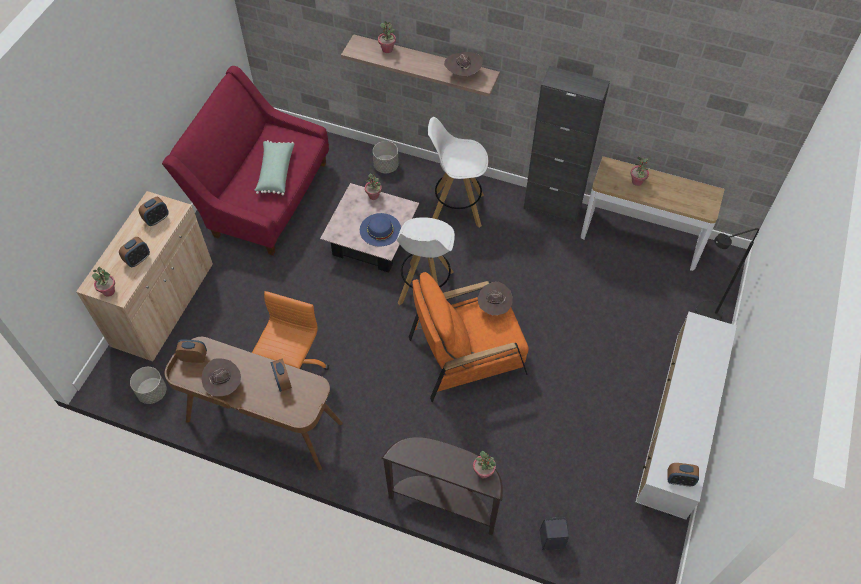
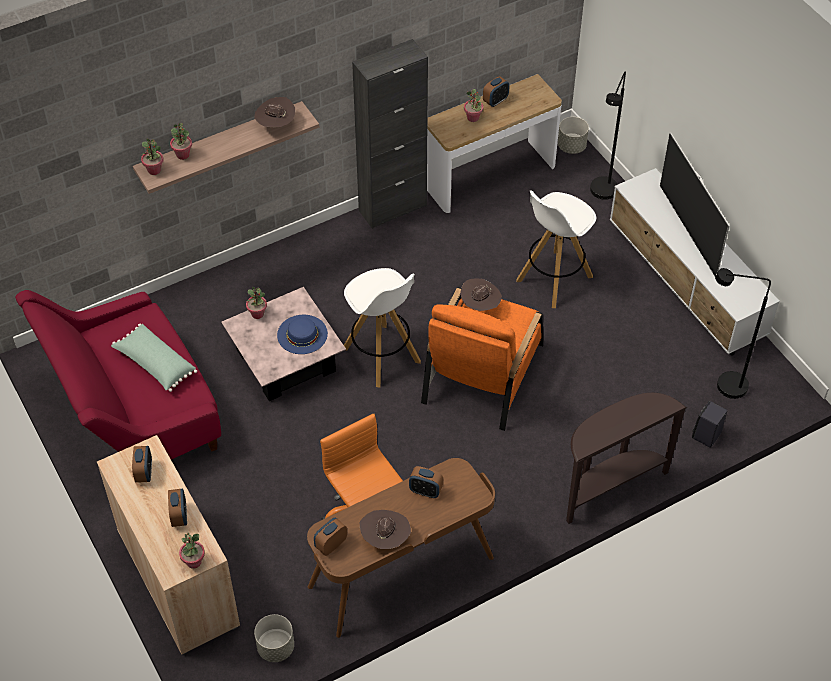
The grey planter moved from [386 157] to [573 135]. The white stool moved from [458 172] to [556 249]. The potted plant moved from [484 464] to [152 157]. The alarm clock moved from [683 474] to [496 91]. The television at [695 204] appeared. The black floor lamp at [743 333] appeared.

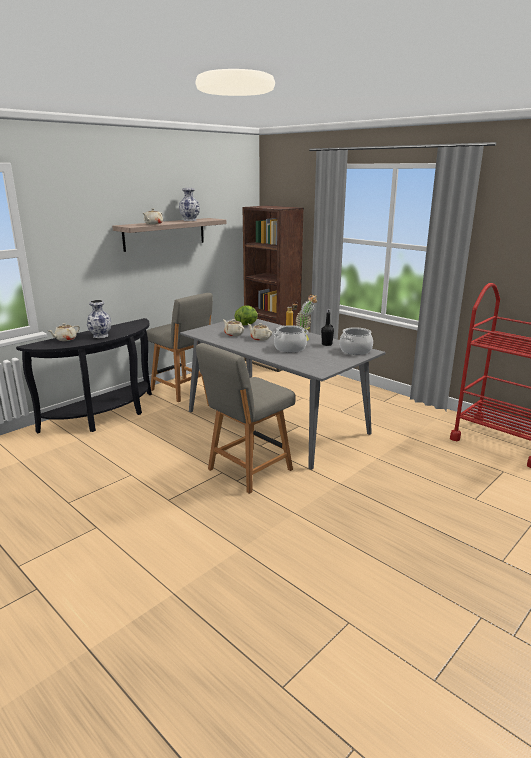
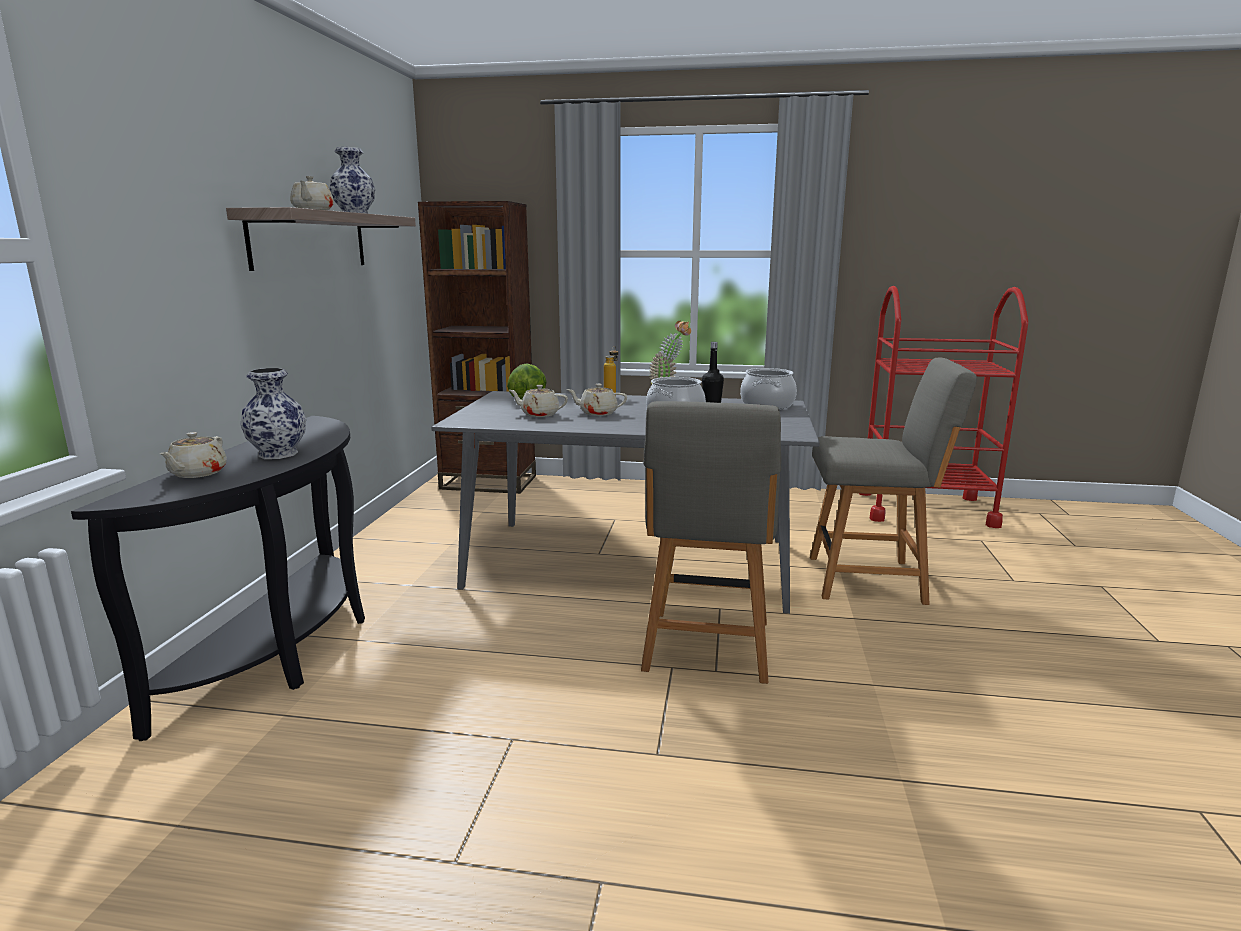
The grey chair moved from [179 347] to [893 481].

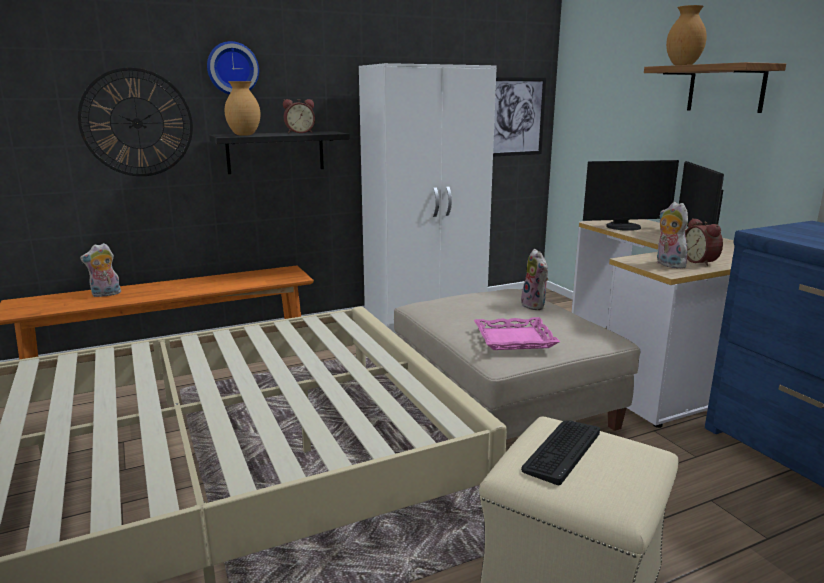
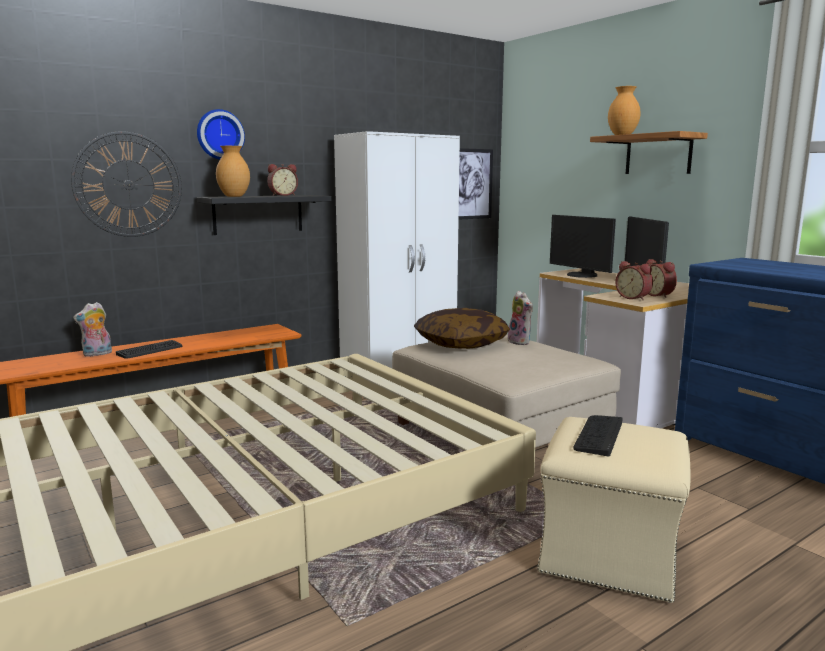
The pink tray at [517 333] disappeared. The monitor at [631 195] turned 75 degrees clockwise. The plush toy at [672 235] was replaced by the alarm clock at [634 280]. The keyboard at [149 349] appeared. The pillow at [462 328] appeared.

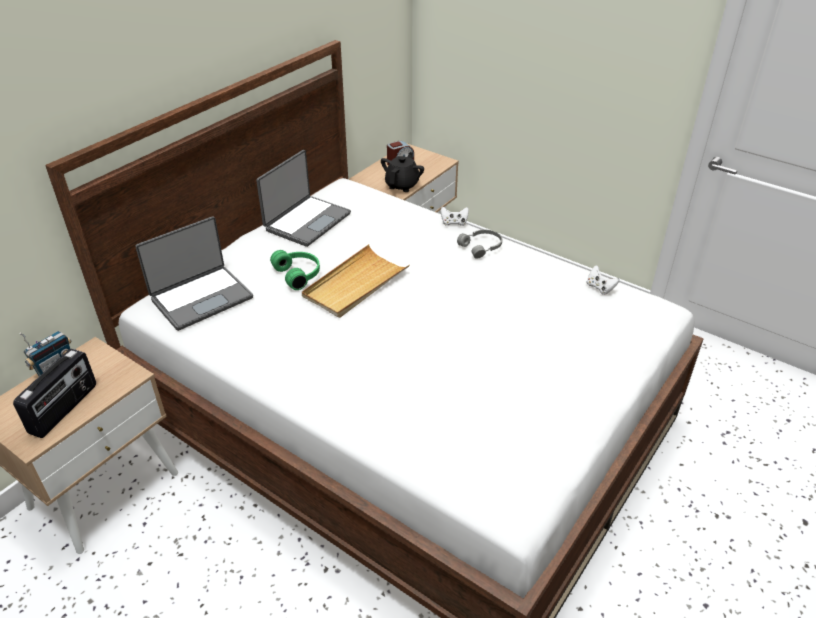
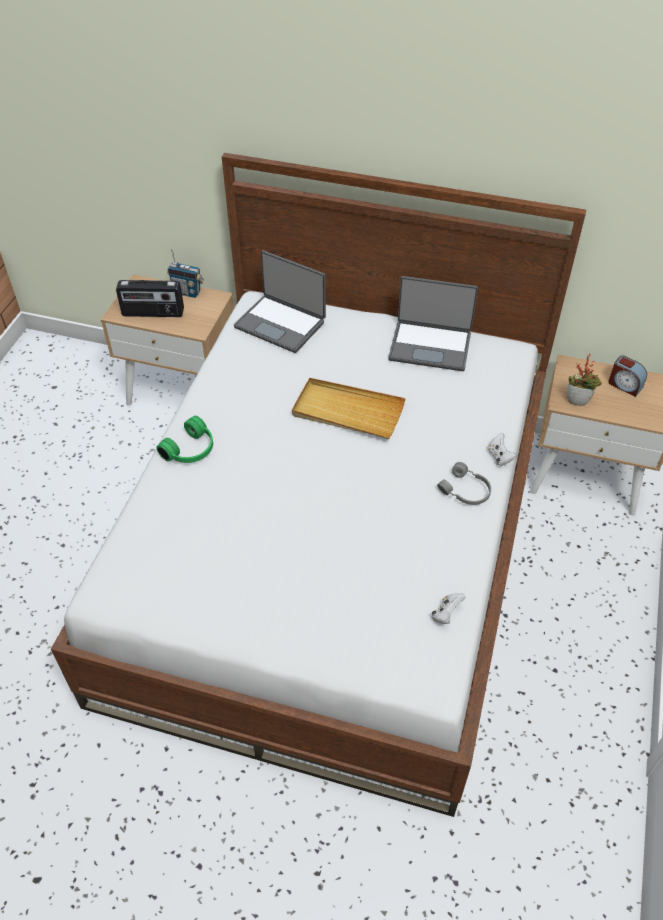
The green headphones moved from [295 270] to [184 439]. The black teapot at [402 172] was replaced by the potted plant at [584 380].

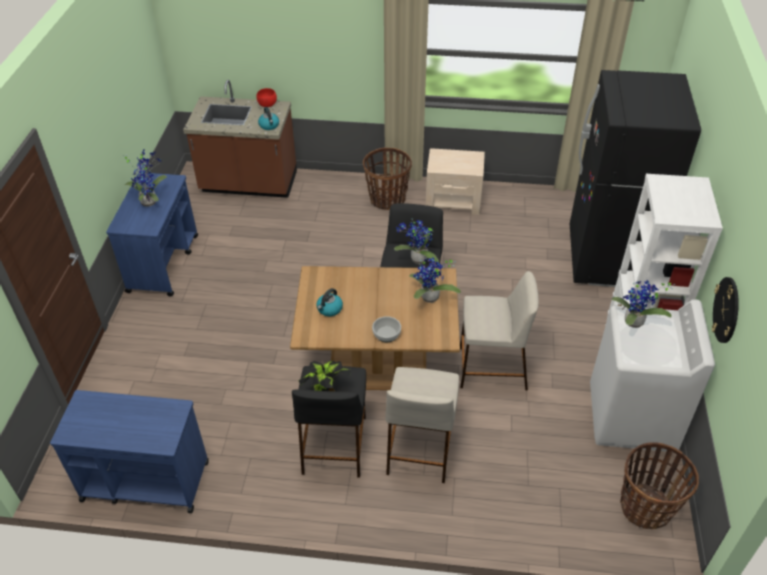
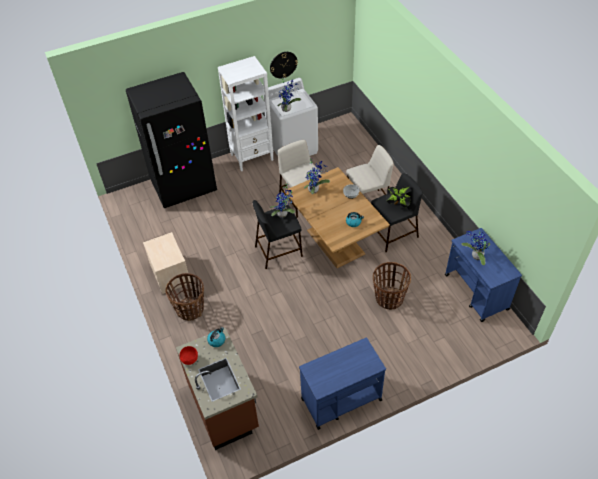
The potted plant moved from [145 178] to [475 247]. The basket moved from [659 485] to [392 286].

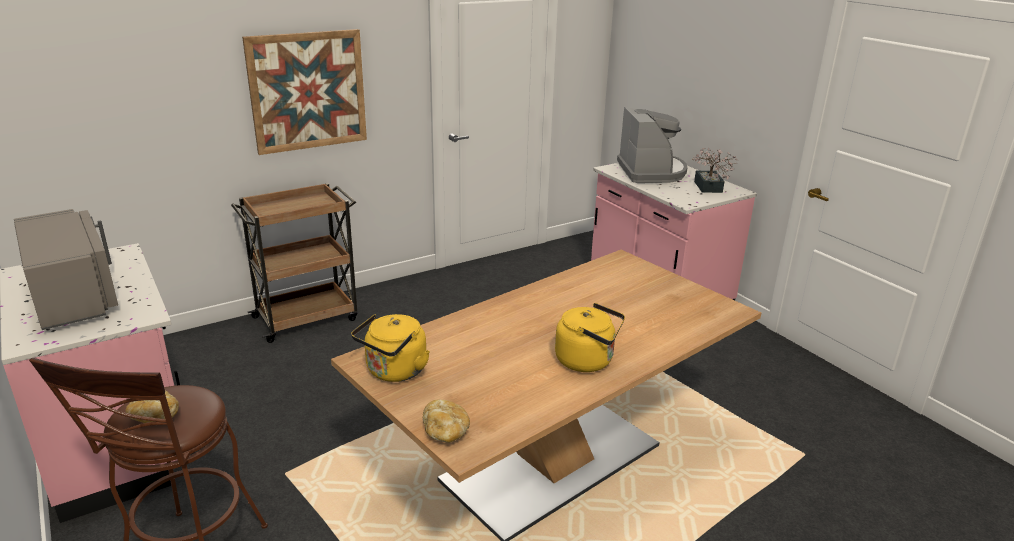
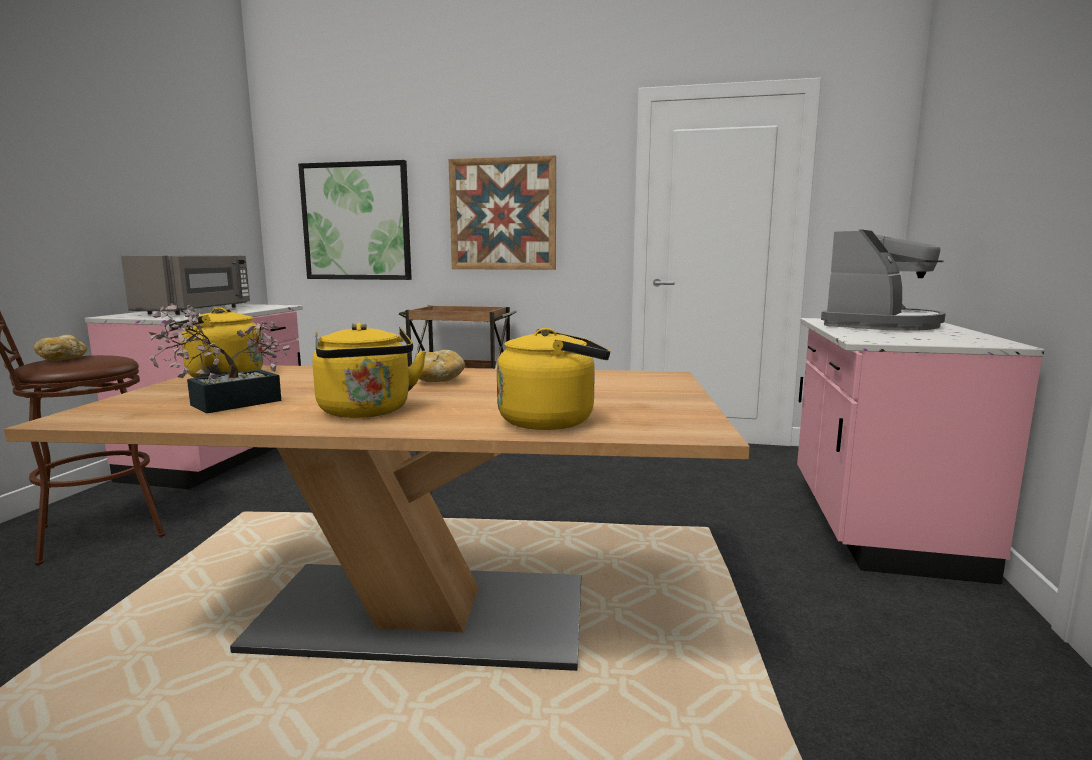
The bread moved from [446 421] to [442 366]. The potted plant moved from [715 170] to [219 358]. The picture at [355 220] appeared. The yellow kettle at [553 379] appeared.

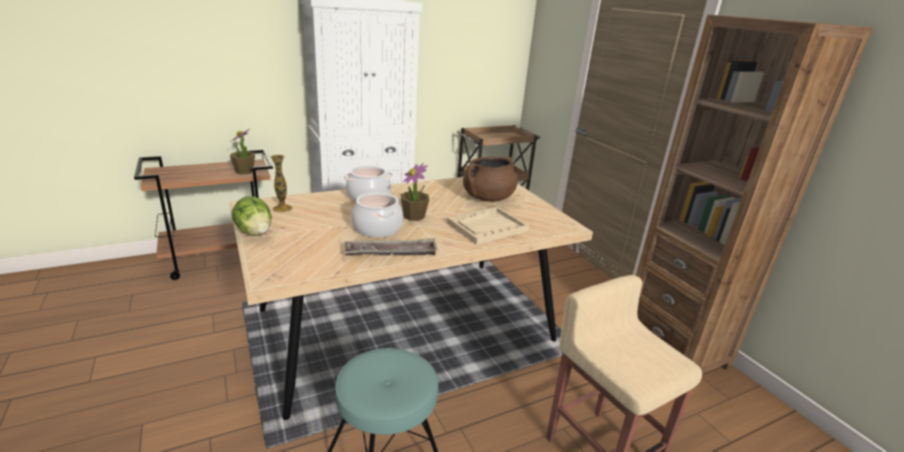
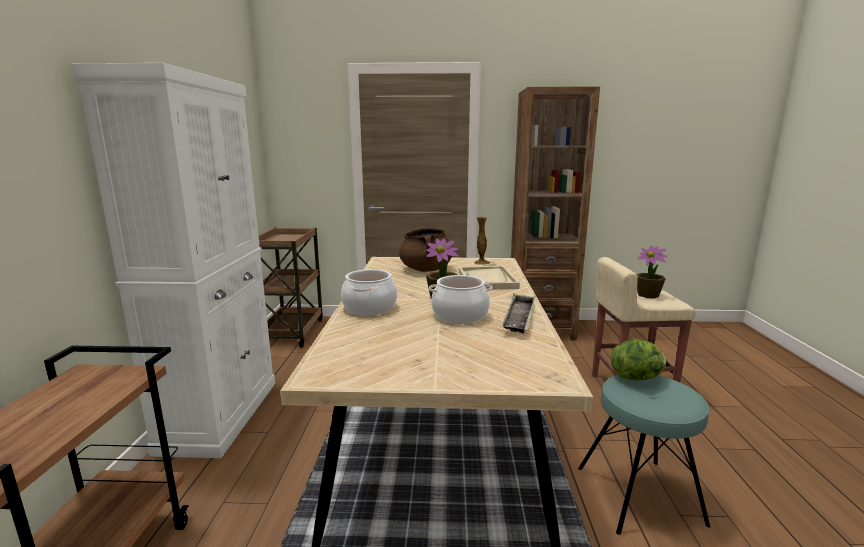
The potted plant moved from [242 151] to [652 271]. The lettuce moved from [252 216] to [638 360]. The vase moved from [281 183] to [482 241].

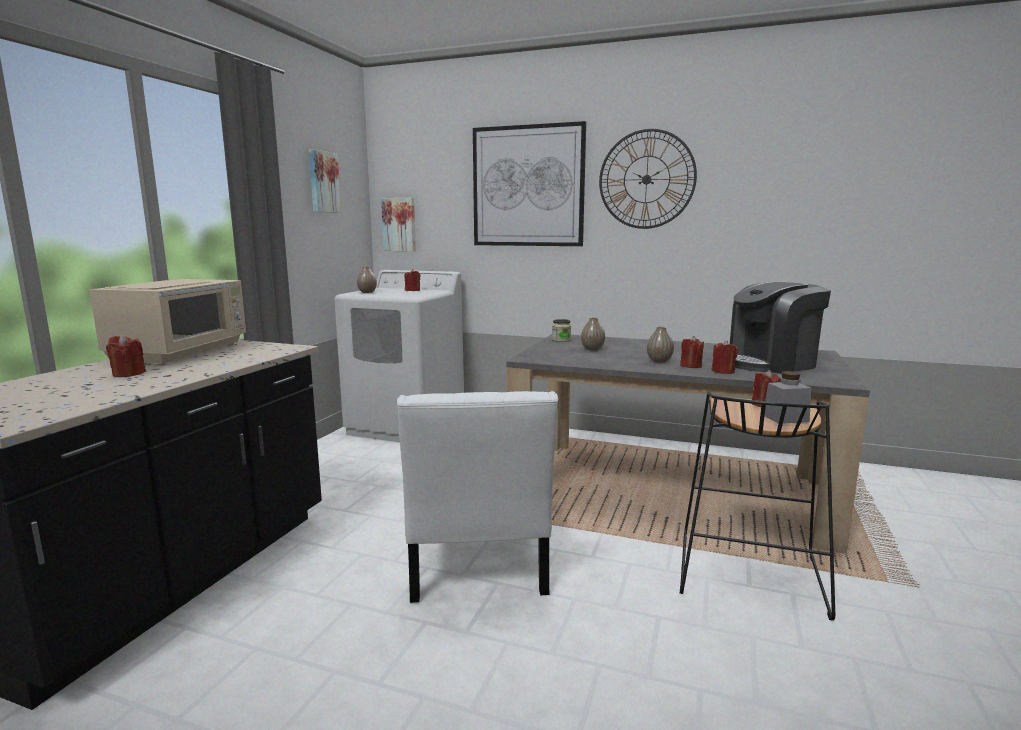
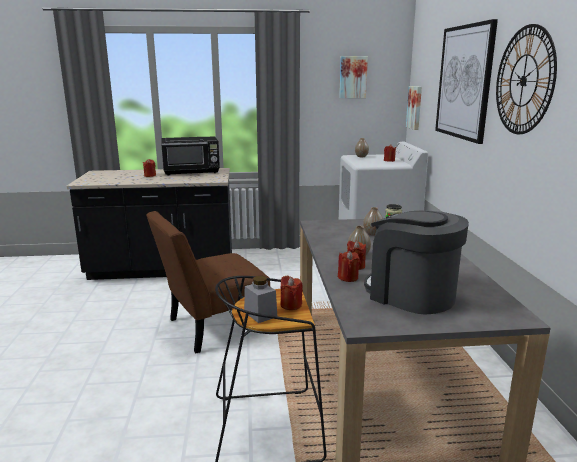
The beige microwave at [167 322] became the black microwave at [190 155]. The white chair at [477 497] became the brown chair at [208 282].

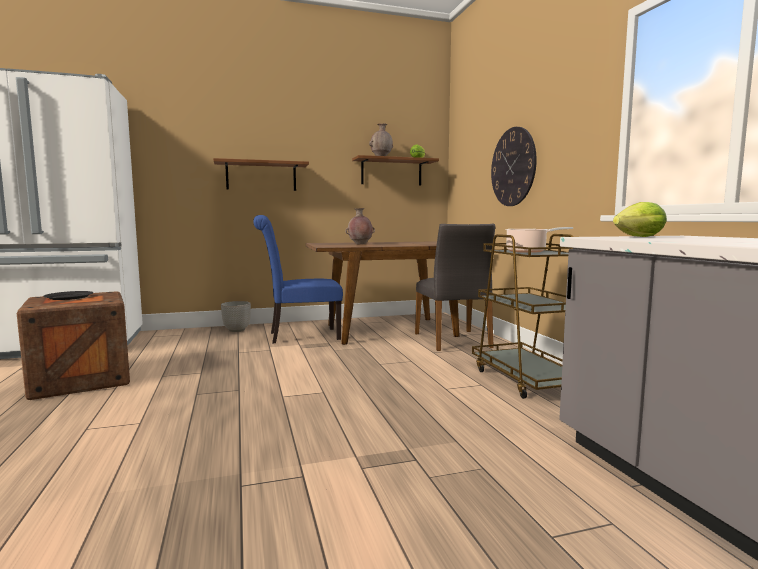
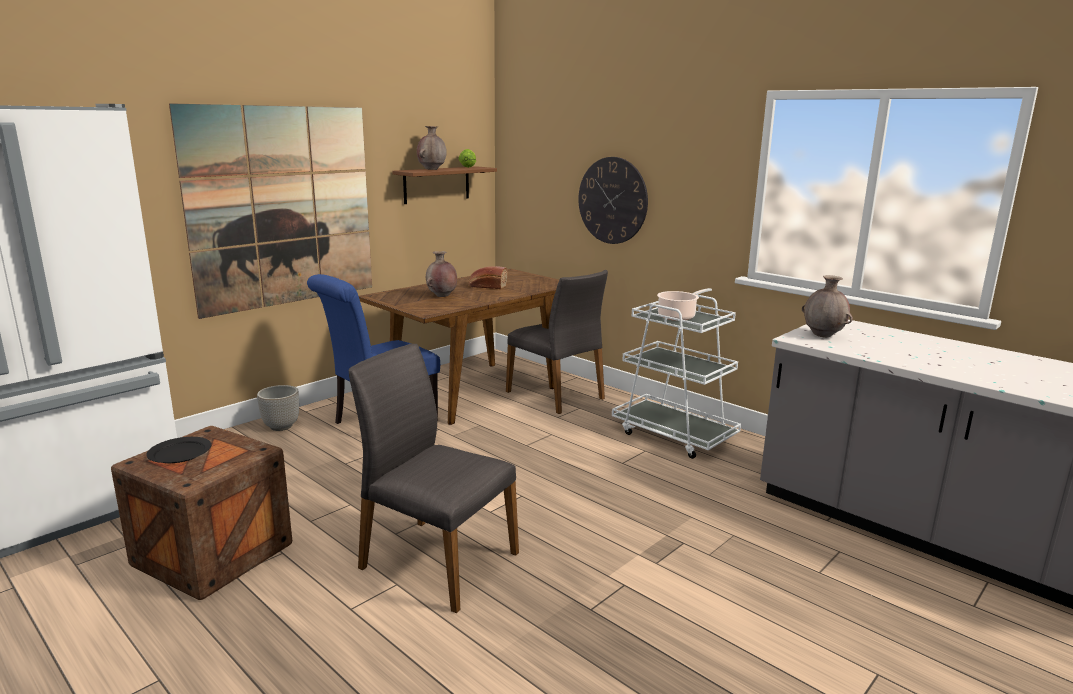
The brown shelf at [261 174] was replaced by the picture at [270 211]. The brown cart at [523 316] became the white cart at [676 377]. The lettuce at [640 219] was replaced by the brown vase at [827 306]. The grey chair at [434 478] appeared. The bread at [488 277] appeared.

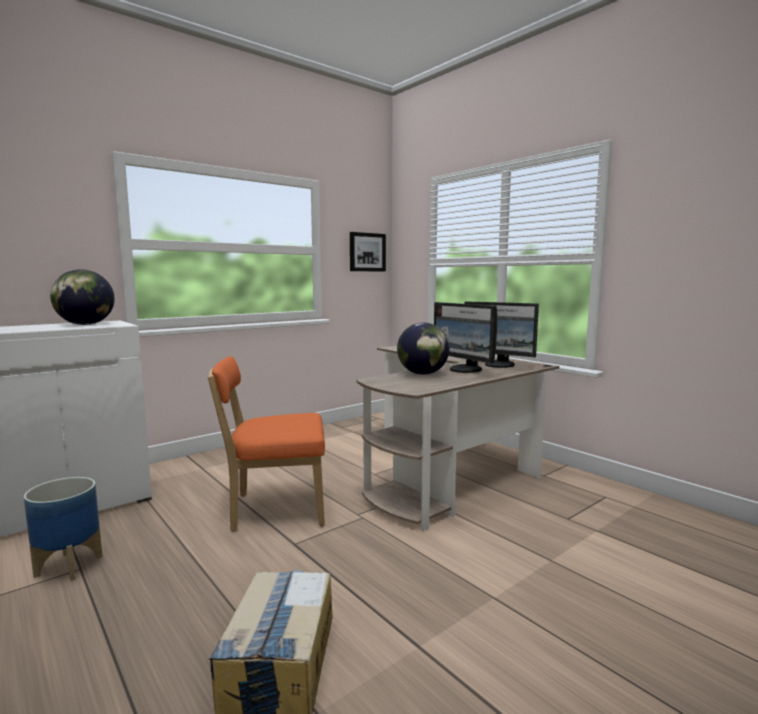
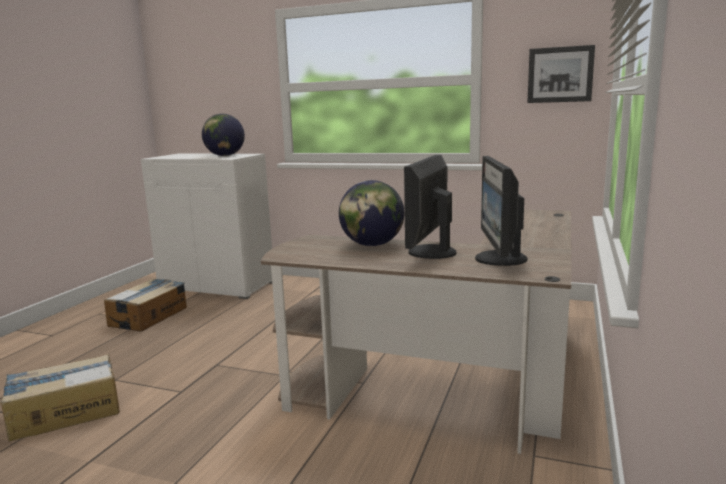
The planter at [63 529] was replaced by the cardboard box at [145 305]. The orange chair at [266 444] disappeared.

